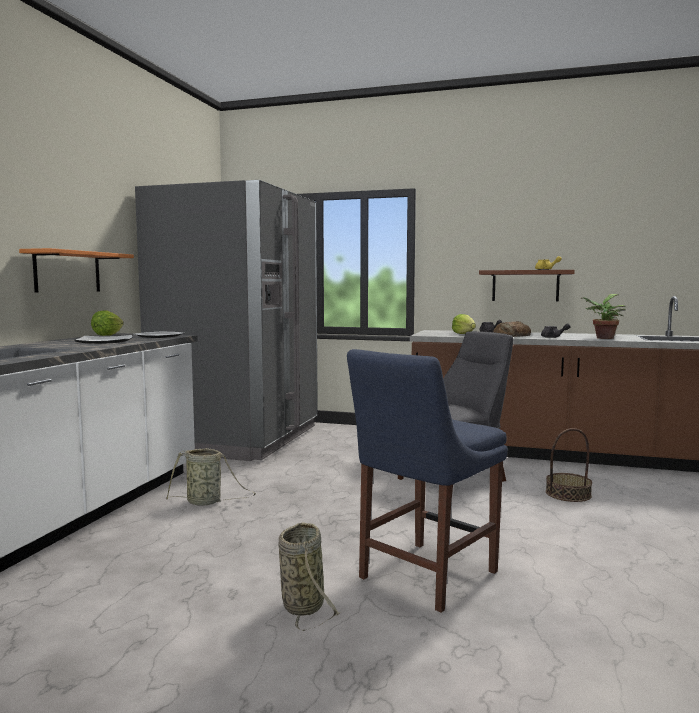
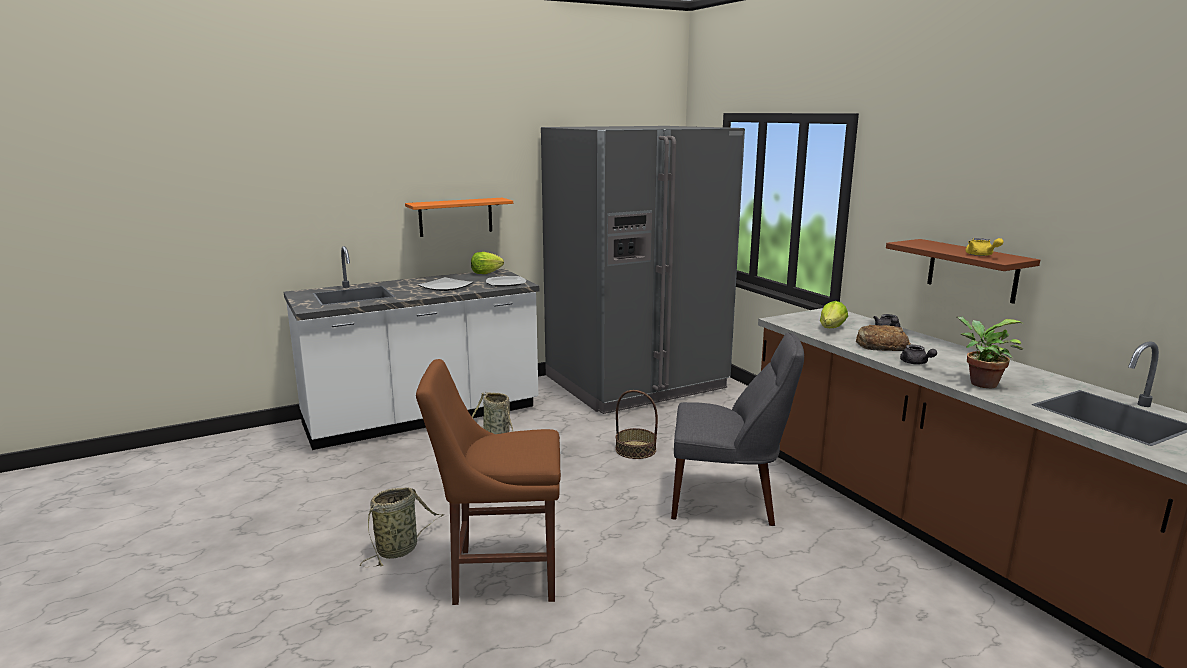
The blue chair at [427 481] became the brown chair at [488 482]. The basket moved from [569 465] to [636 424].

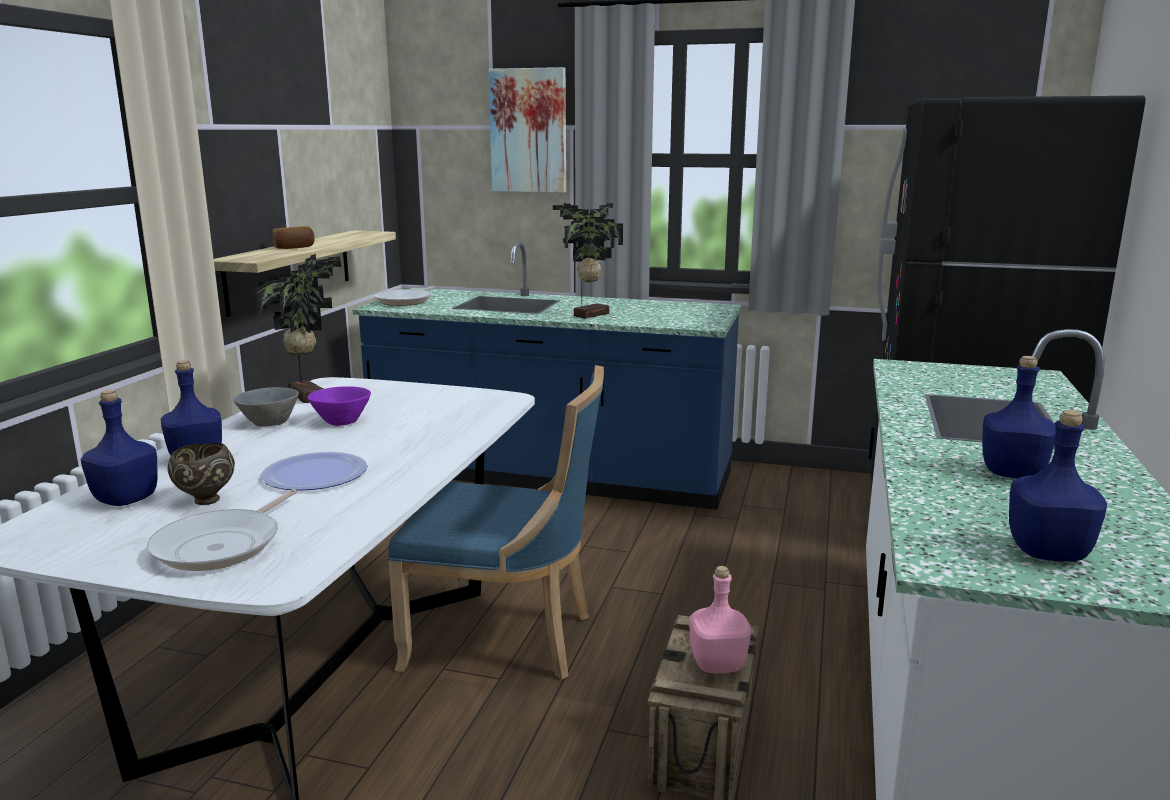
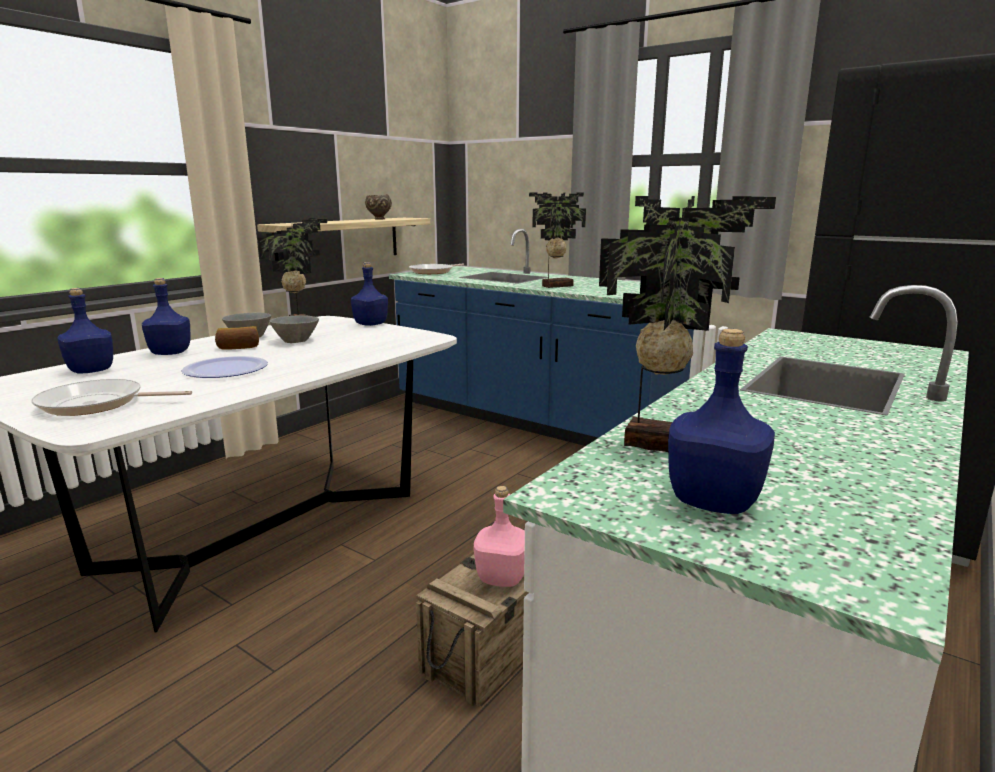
The frying pan at [222 530] turned 45 degrees clockwise. The brown bowl moved from [201 474] to [378 206]. The bread moved from [293 237] to [237 338]. The purple bowl at [339 406] became the grey bowl at [294 329]. The blue chair at [496 522] disappeared. The picture at [527 130] disappeared. The blue bottle moved from [1019 417] to [369 294]. The potted plant at [687 324] appeared.

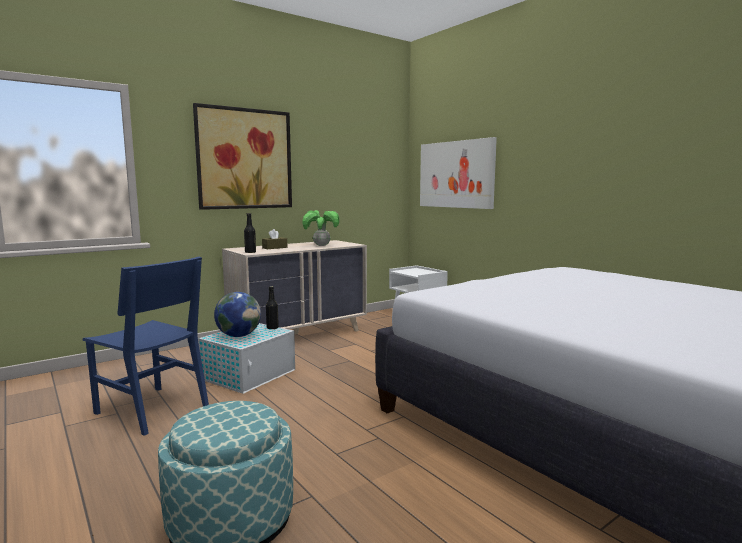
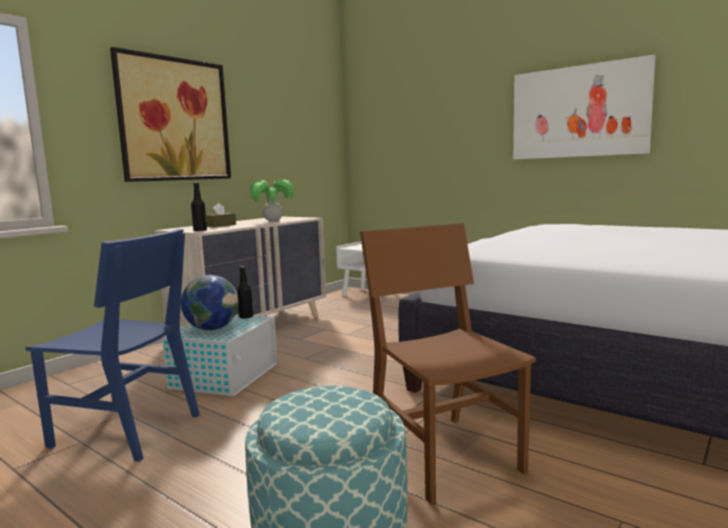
The picture moved from [458 173] to [584 107]. The brown chair at [448 363] appeared.

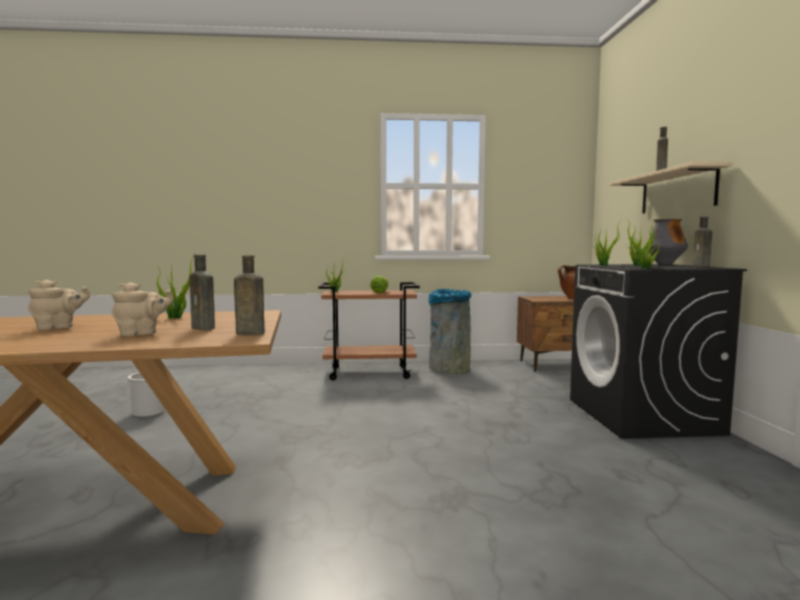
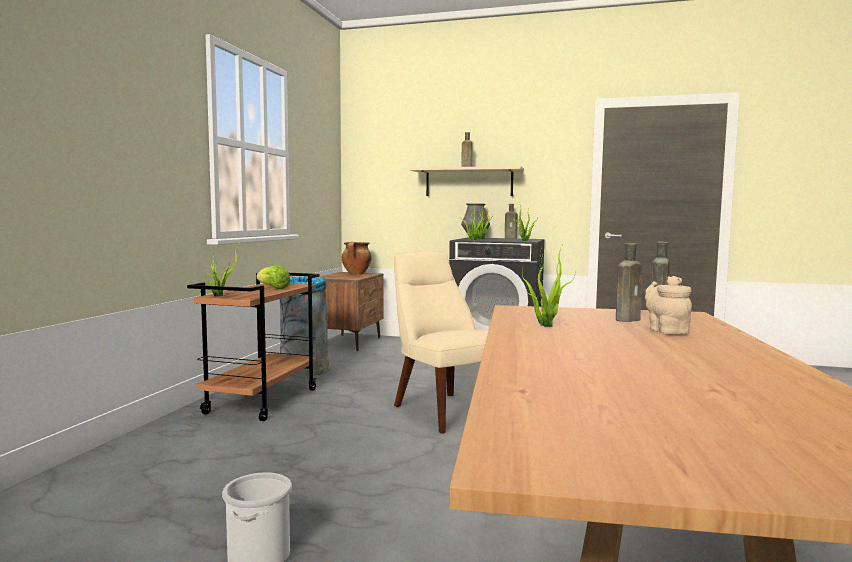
The beige teapot at [59 305] disappeared. The beige chair at [441 343] appeared.

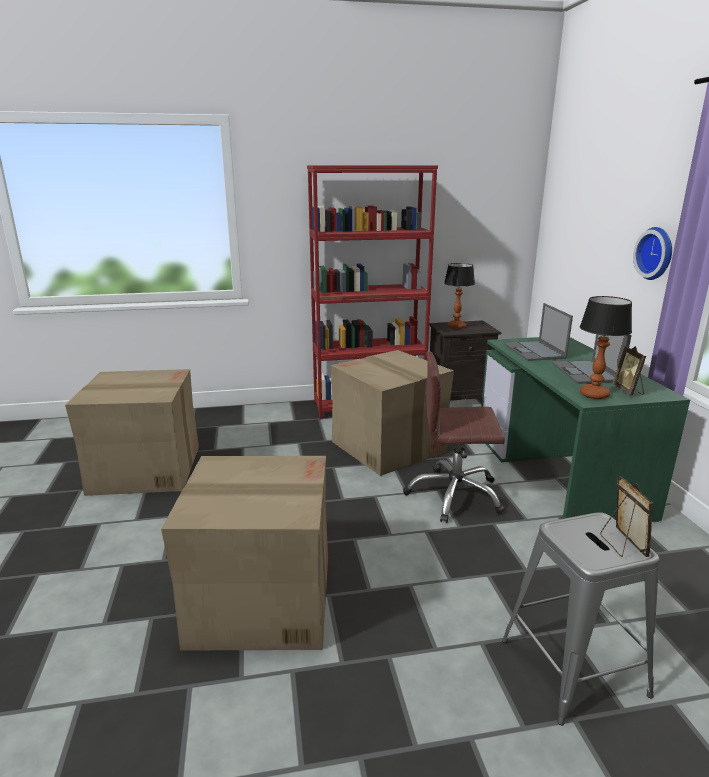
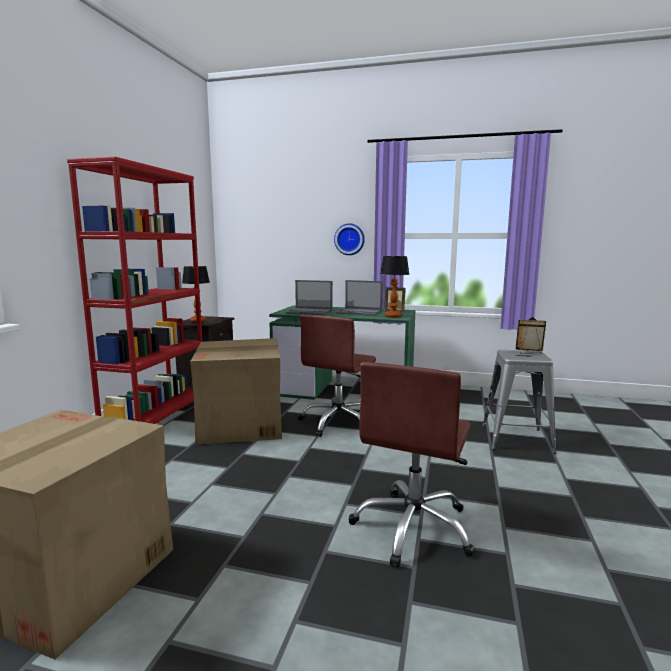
The cardboard box at [244 553] was replaced by the brown office chair at [412 464].

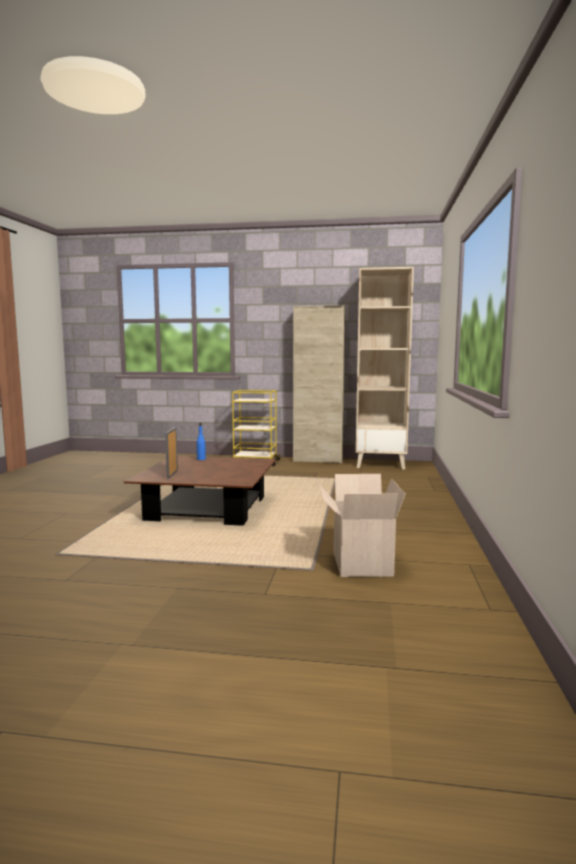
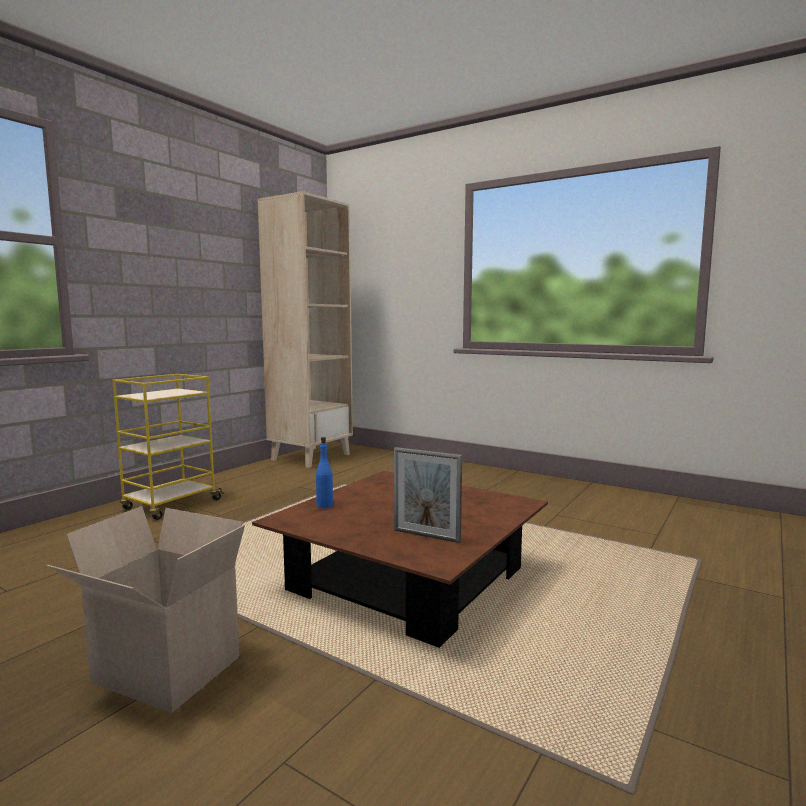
The beige cabinet at [319 384] disappeared. The cardboard box moved from [361 525] to [146 609].

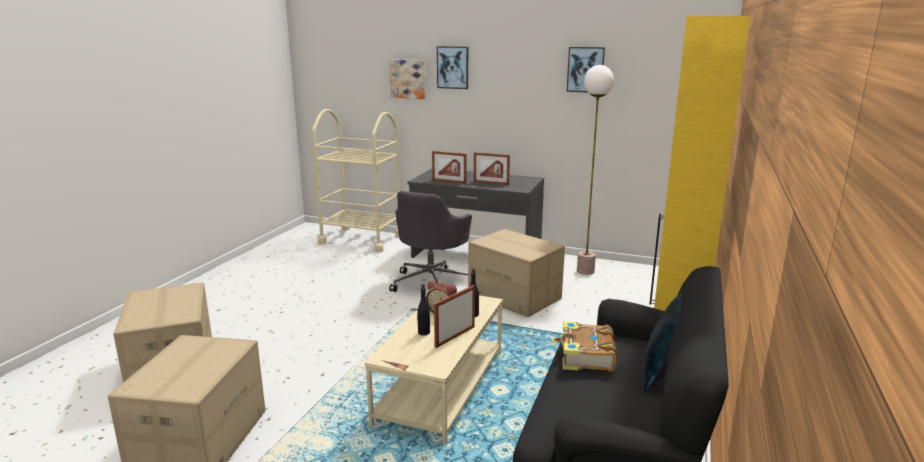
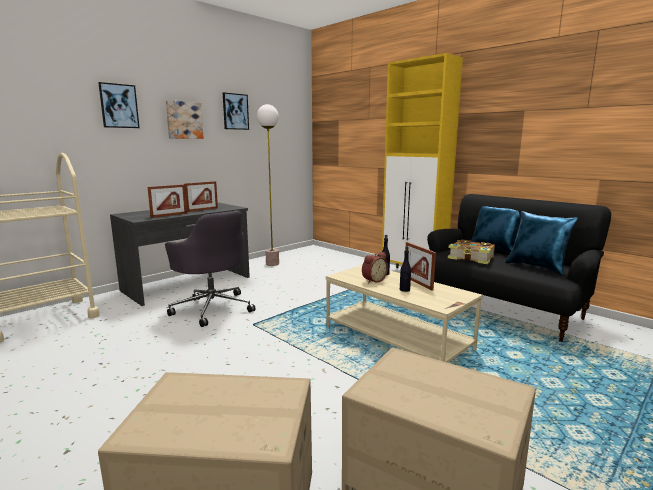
The picture moved from [407 79] to [184 119]. The cardboard box at [516 273] disappeared. The blue pillow at [541 243] appeared.

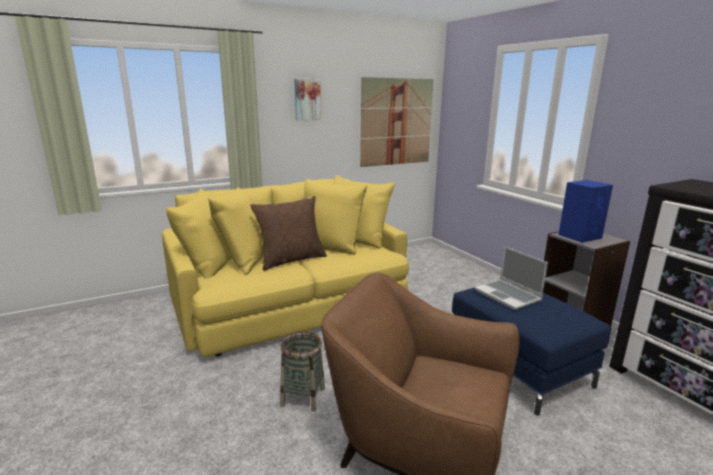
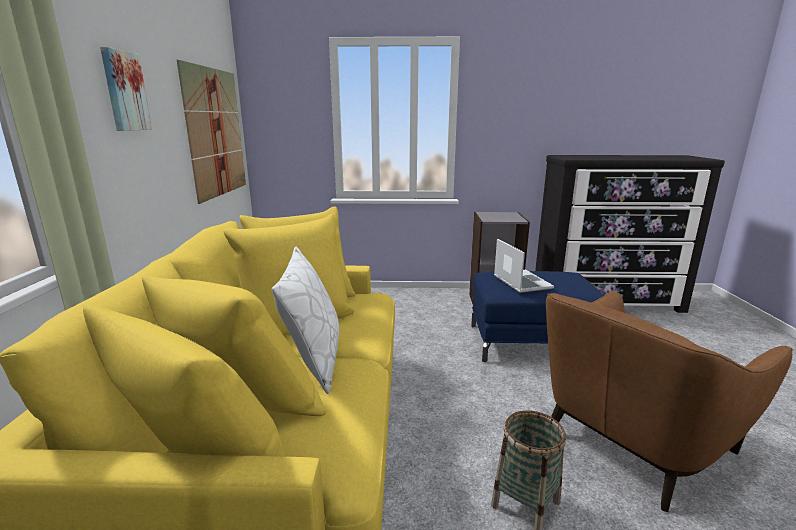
The brown pillow at [288 233] became the white pillow at [305 320]. The laptop at [511 278] turned 105 degrees counterclockwise. The blue speaker at [585 211] disappeared.

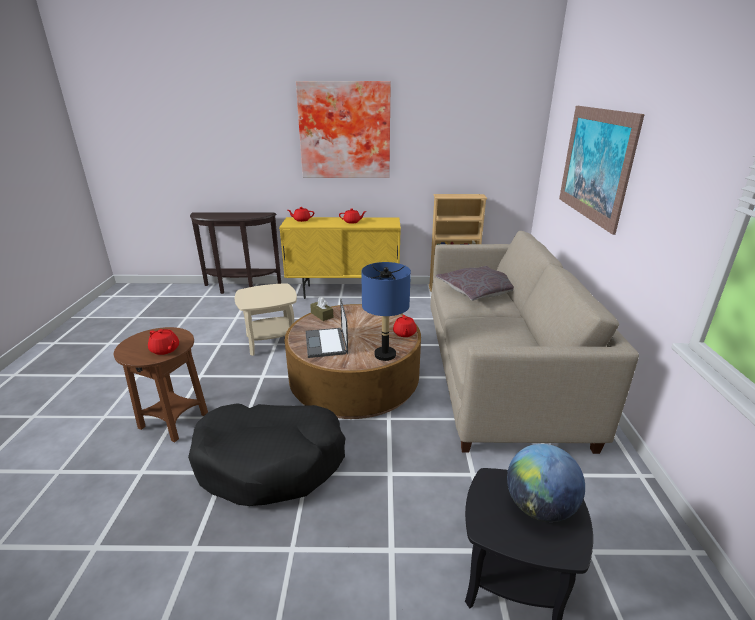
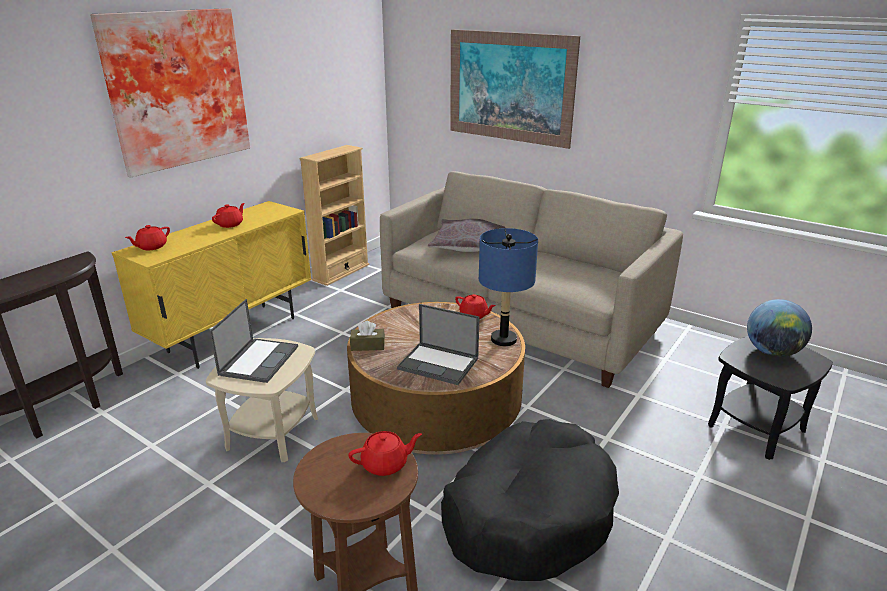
The laptop at [253 341] appeared.

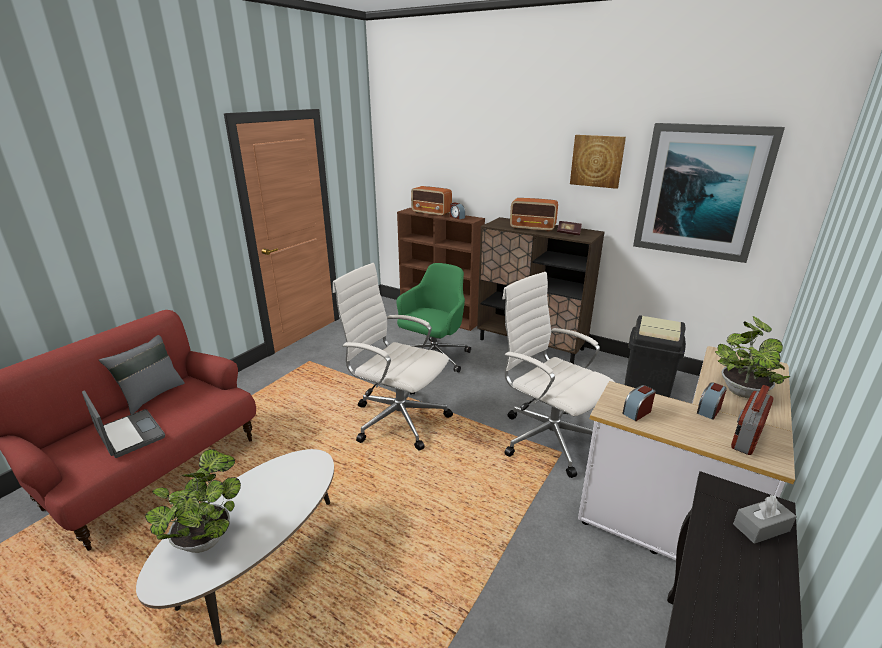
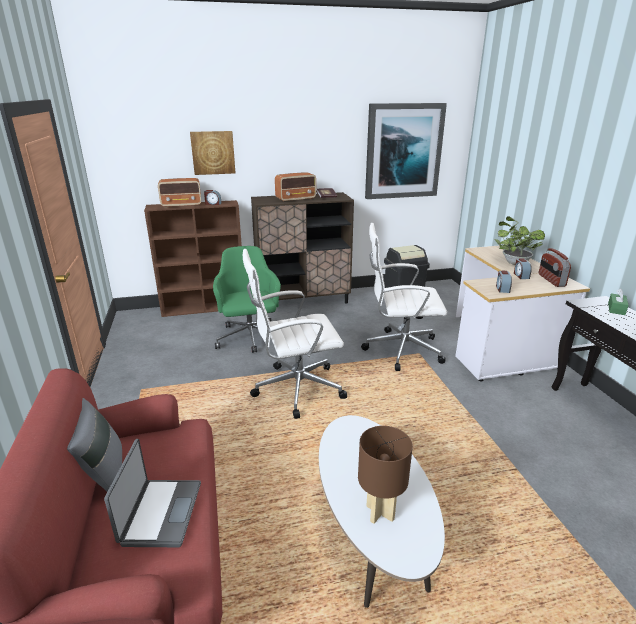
The laptop at [123 424] turned 90 degrees clockwise. The potted plant at [193 501] was replaced by the brown table lamp at [385 475]. The picture moved from [598 162] to [212 153]. The grey tissue box at [765 519] became the green tissue box at [618 302].

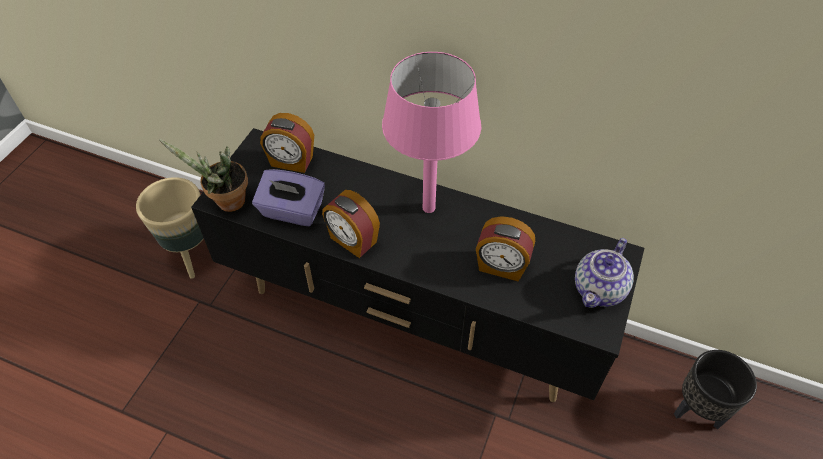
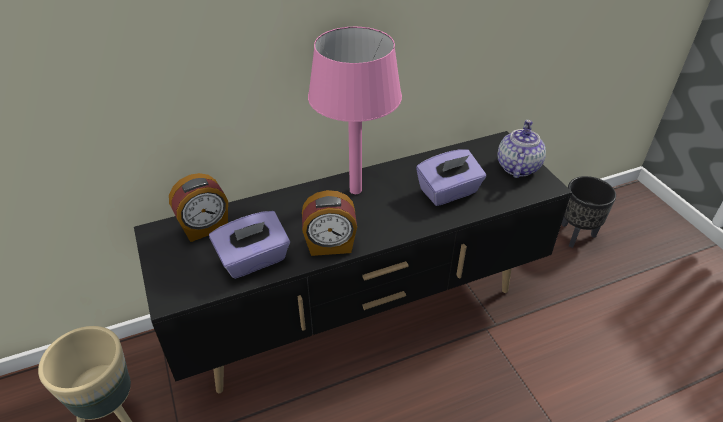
The potted plant at [203 175] disappeared. The alarm clock at [505 249] was replaced by the purple tissue box at [451 177]. The teapot at [604 273] turned 150 degrees counterclockwise.

